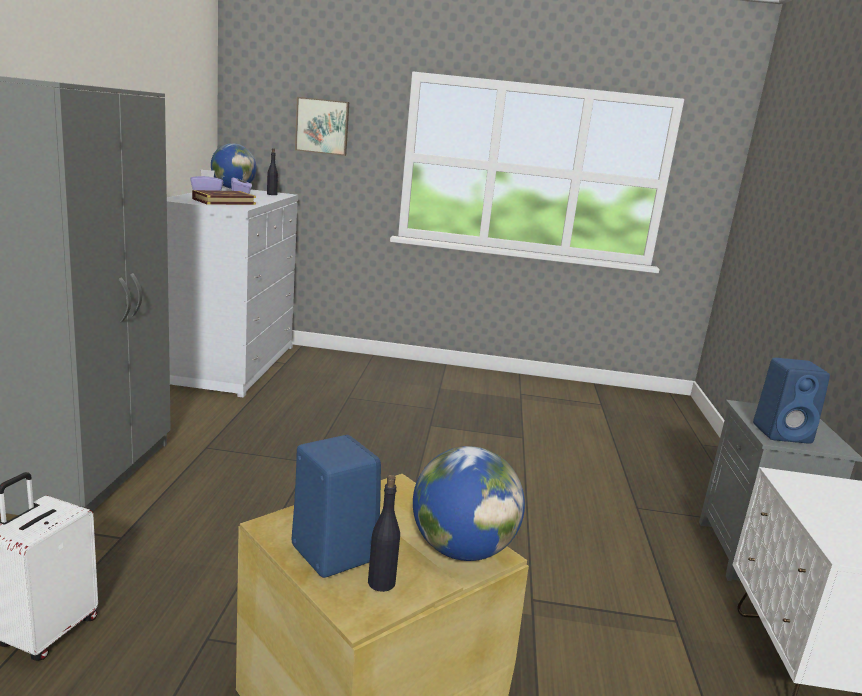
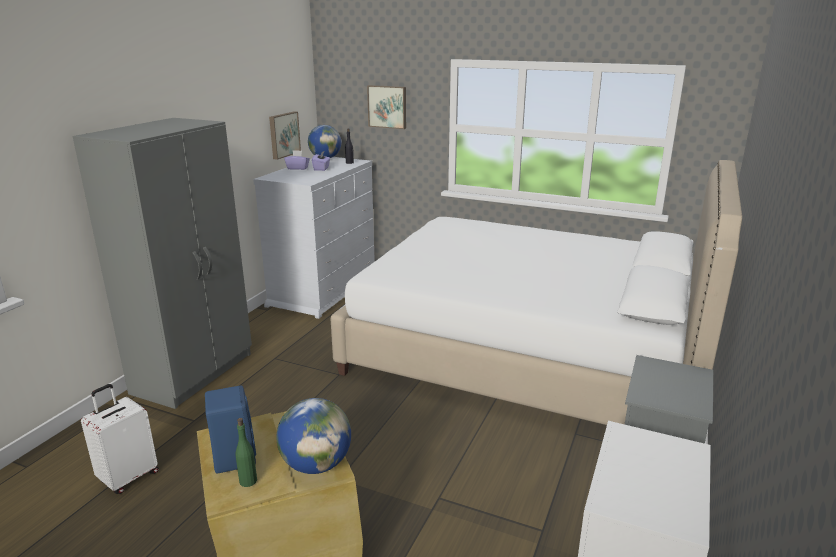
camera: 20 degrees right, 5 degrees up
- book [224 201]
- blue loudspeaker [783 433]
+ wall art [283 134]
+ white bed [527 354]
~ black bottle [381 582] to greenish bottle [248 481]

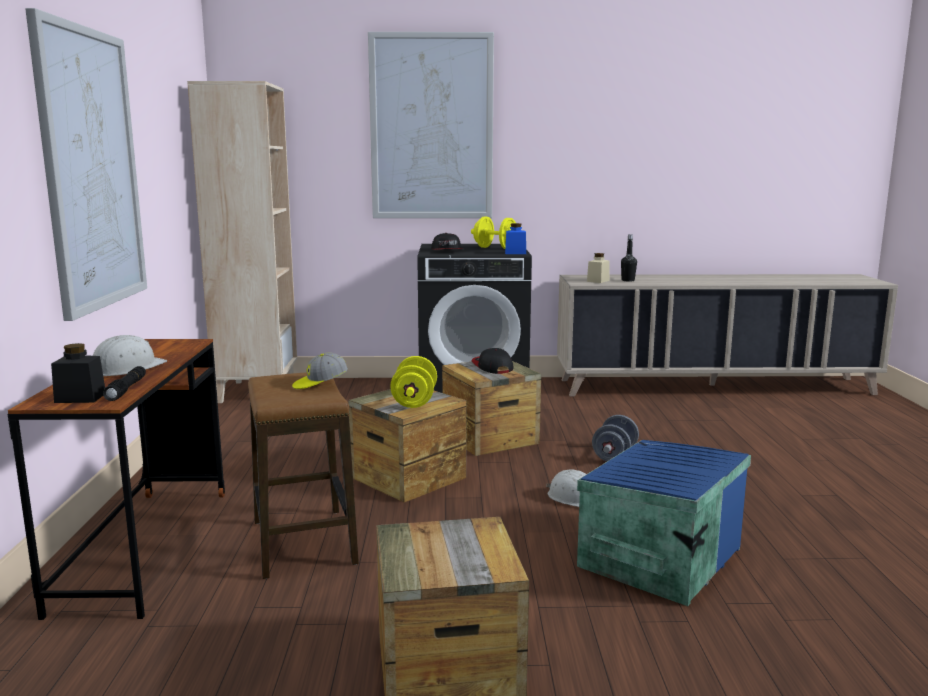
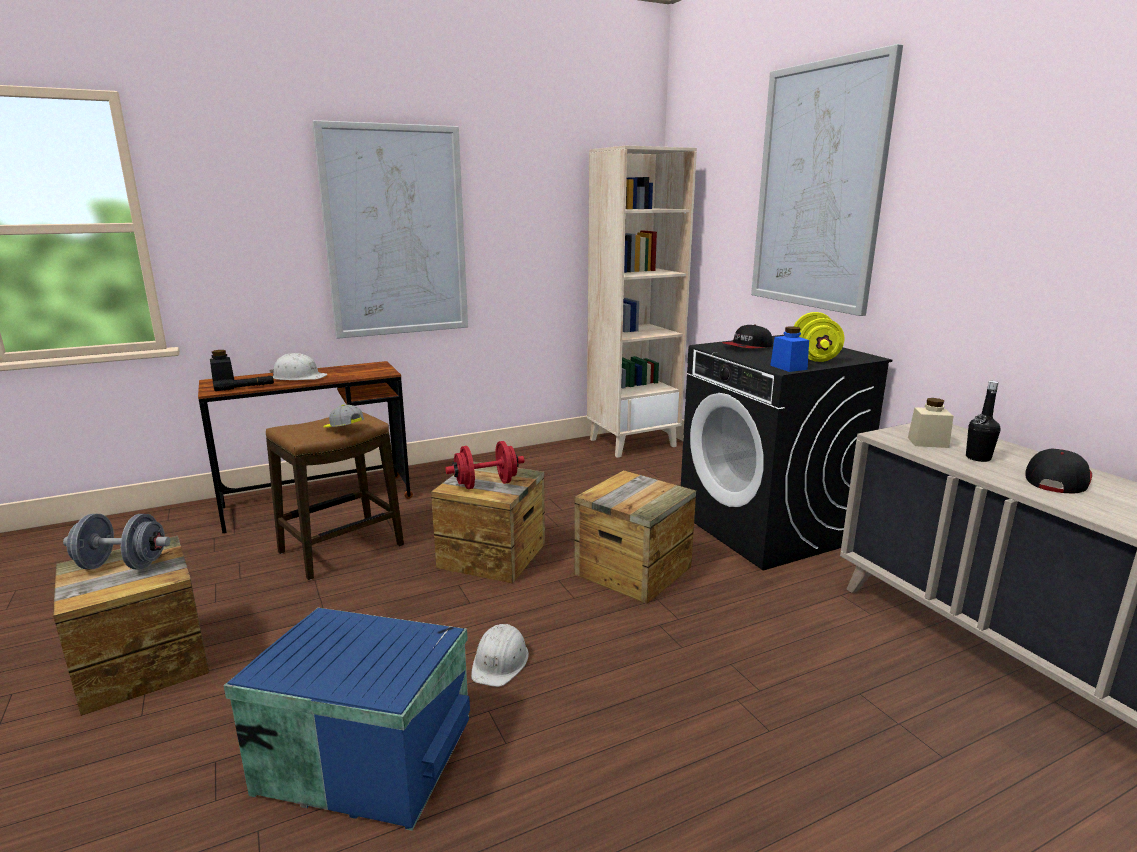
camera: 65 degrees right, 5 degrees up
~ peaked cap [492 367] to [1056 478]
~ grey dumbbell [614 456] to [122 565]
~ yellow dumbbell [414 401] to reddish dumbbell [486 484]

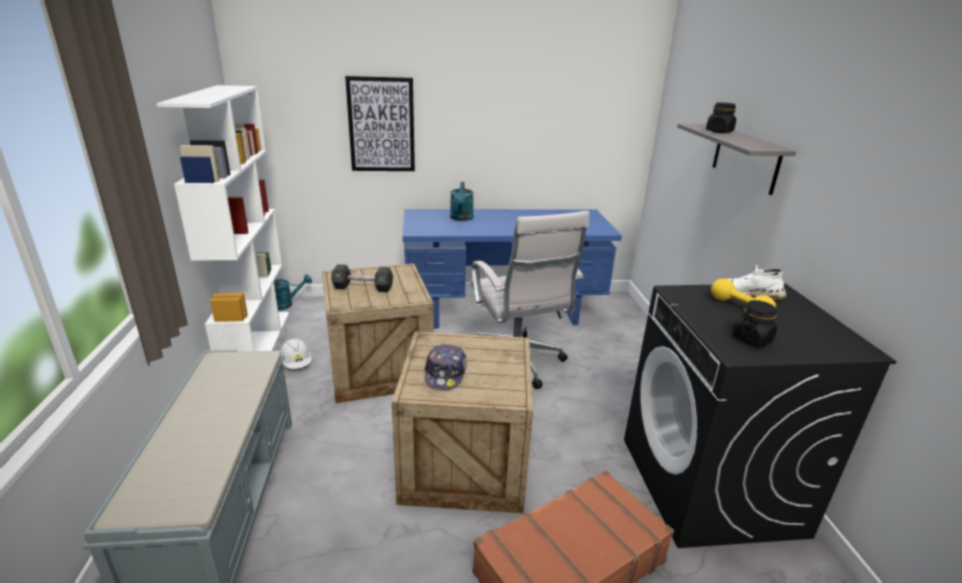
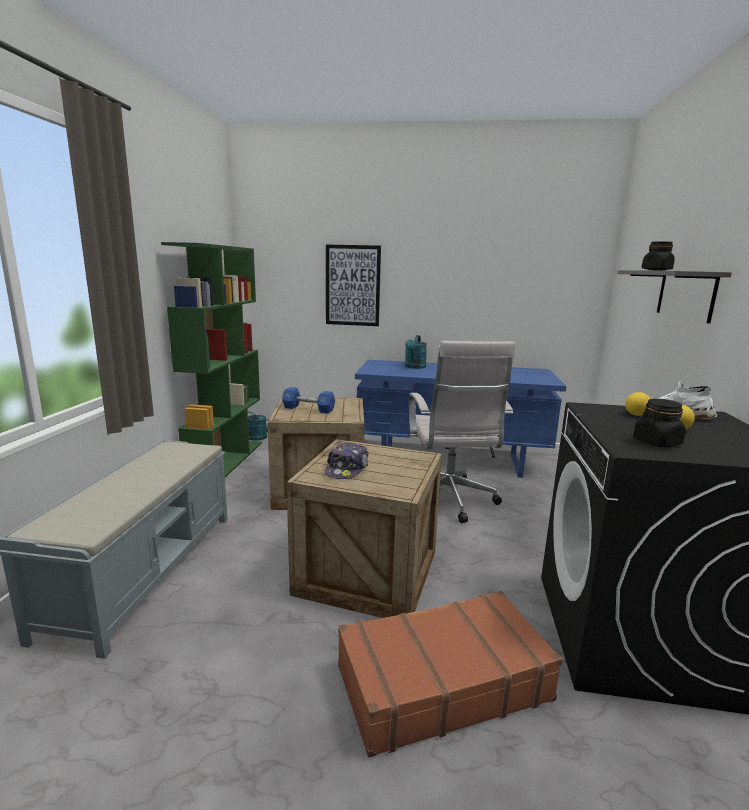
camera: 15 degrees right, 10 degrees down
- white hard hat [296 364]
~ white shelving unit [256 344] to greenish shelving unit [226 461]
~ black dumbbell [363 287] to blue dumbbell [308 409]

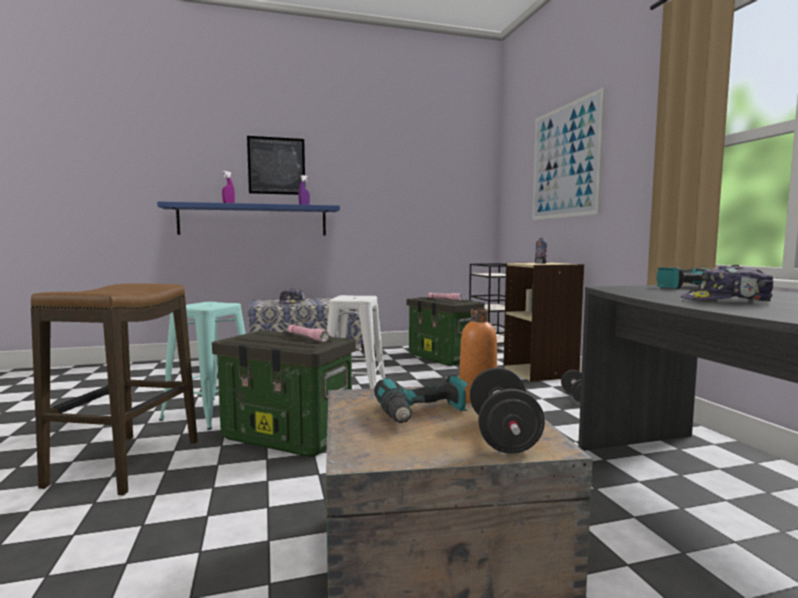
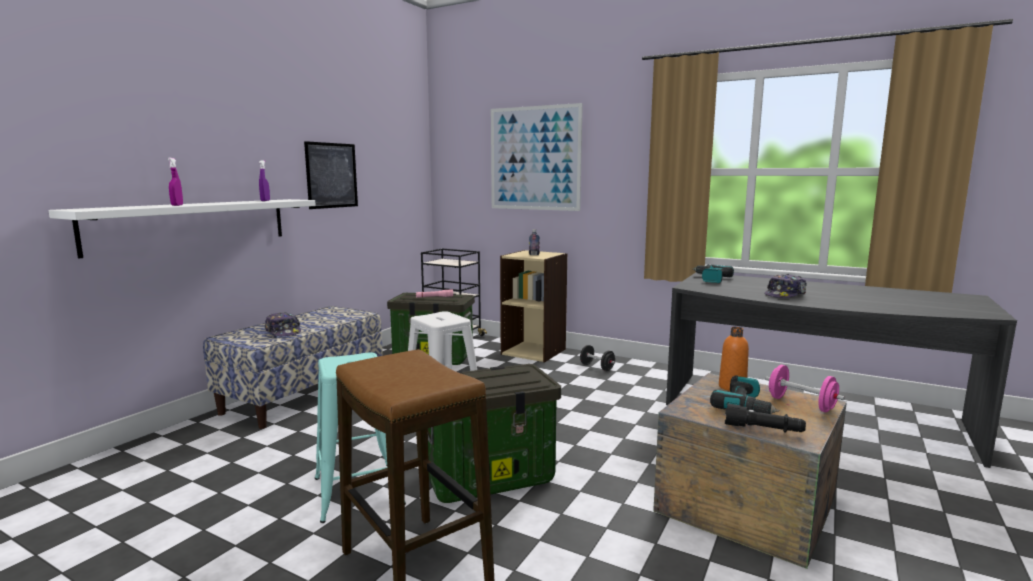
camera: 45 degrees left, 5 degrees up
- pinkish flashlight [307 337]
+ black flashlight [763 429]
~ wall art [276 166] to [331 175]
~ blue bracket shelf [254 220] to white bracket shelf [192 224]
~ black dumbbell [503 435] to pinkish dumbbell [801 404]

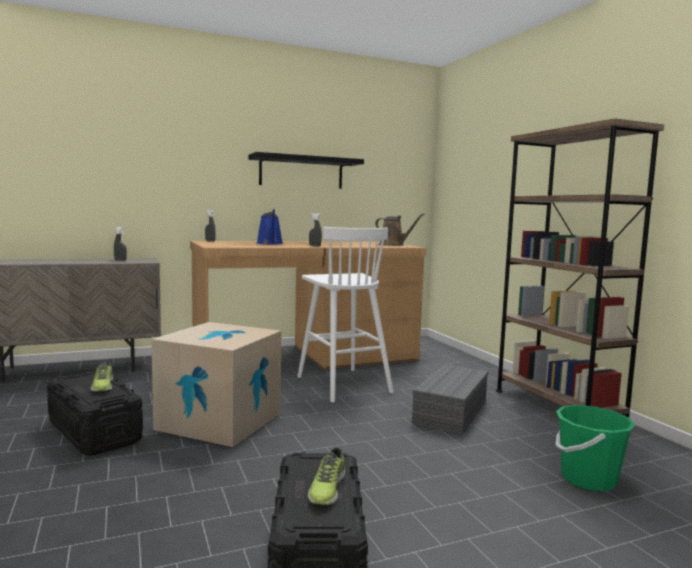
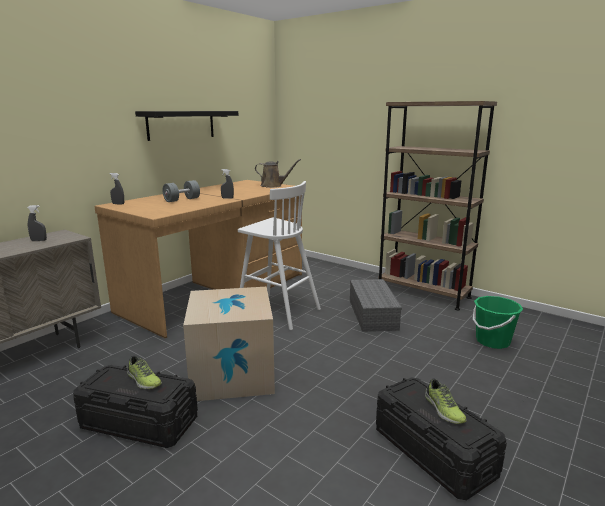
camera: 30 degrees left, 10 degrees up
~ blue watering can [270 243] to grey dumbbell [182 200]

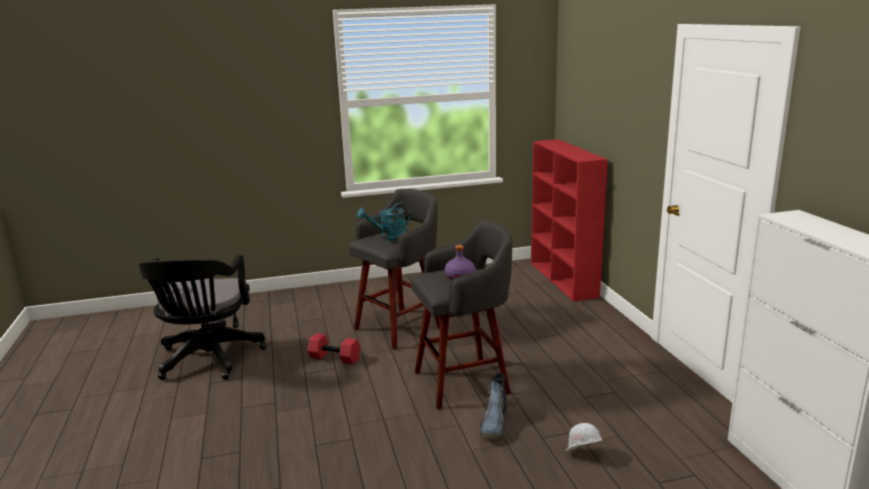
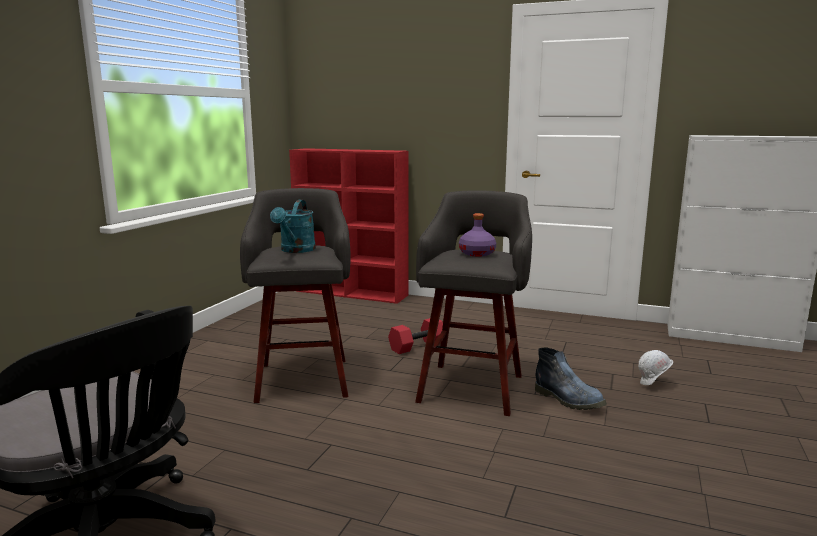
camera: 55 degrees left, 5 degrees down
~ reddish dumbbell [335 357] to [417 346]

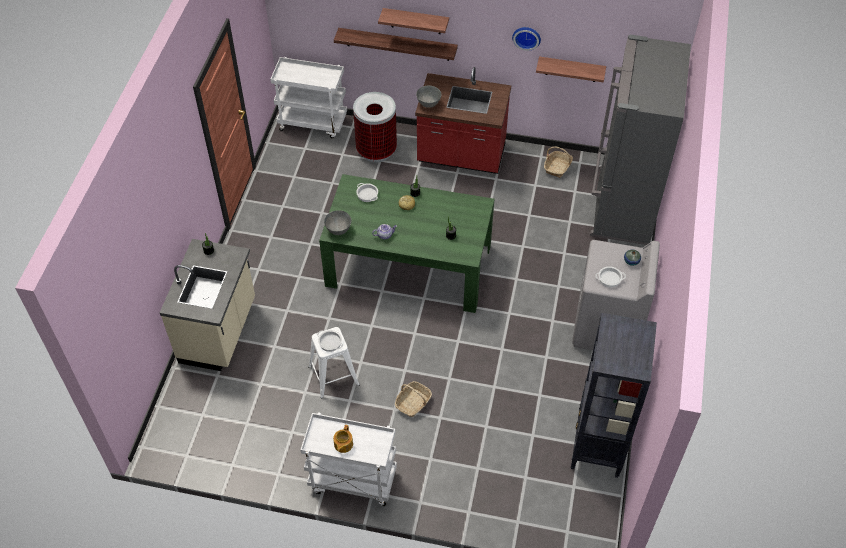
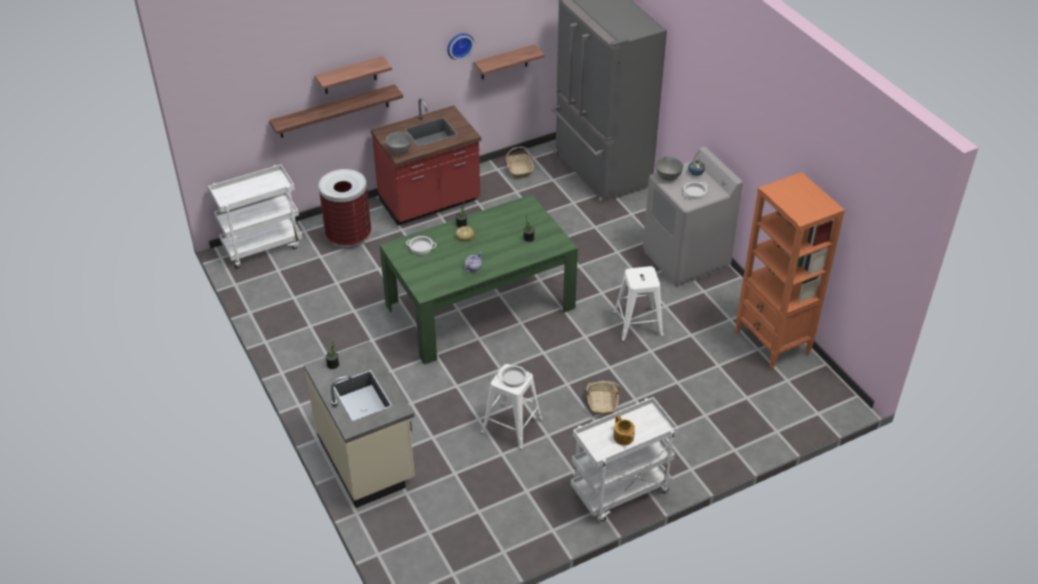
camera: 40 degrees left, 10 degrees down
+ white stool seat [638 324]
~ grey deep dish [338 230] to [668 177]
~ black shelving unit [597 447] to orangey shelving unit [772 343]

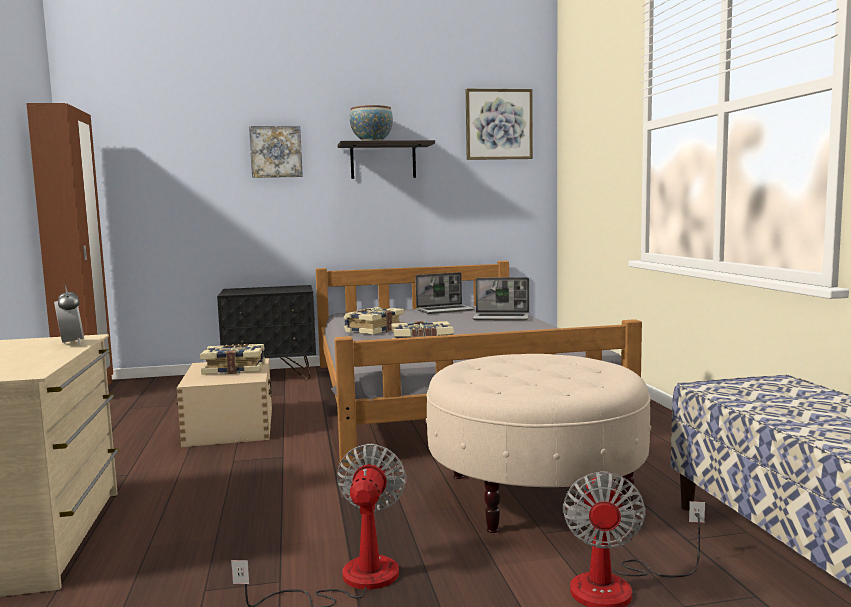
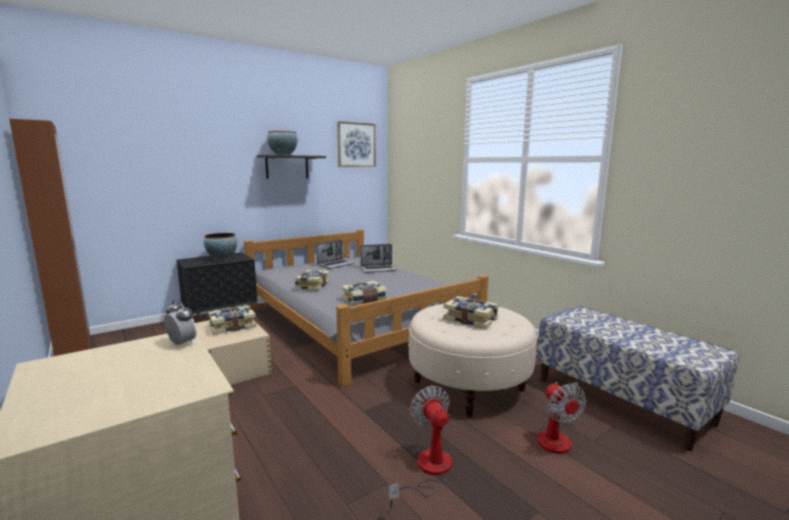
camera: 25 degrees left, 5 degrees up
- wall art [276 152]
+ deep dish [222 258]
+ book [471 319]

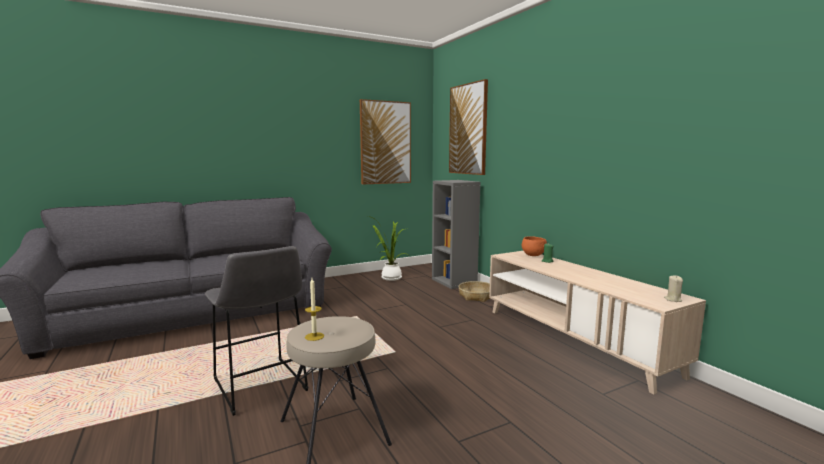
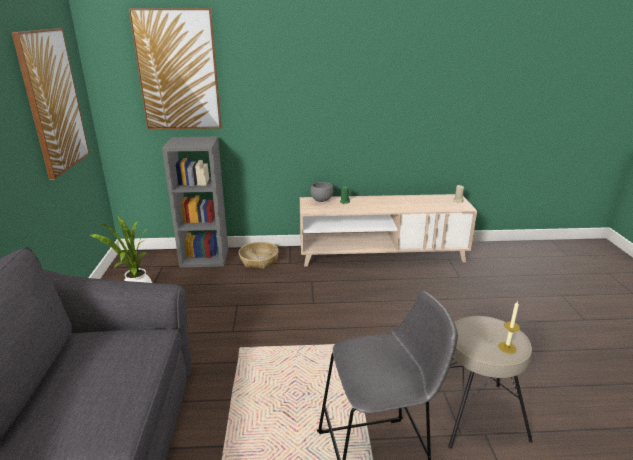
camera: 65 degrees left, 15 degrees up
~ orangey deep dish [533 255] to grey deep dish [321 200]

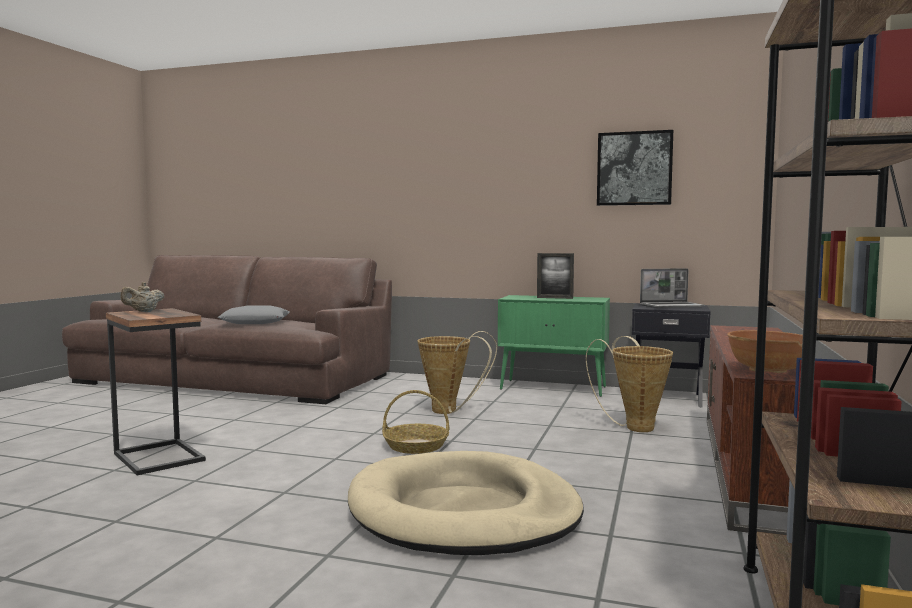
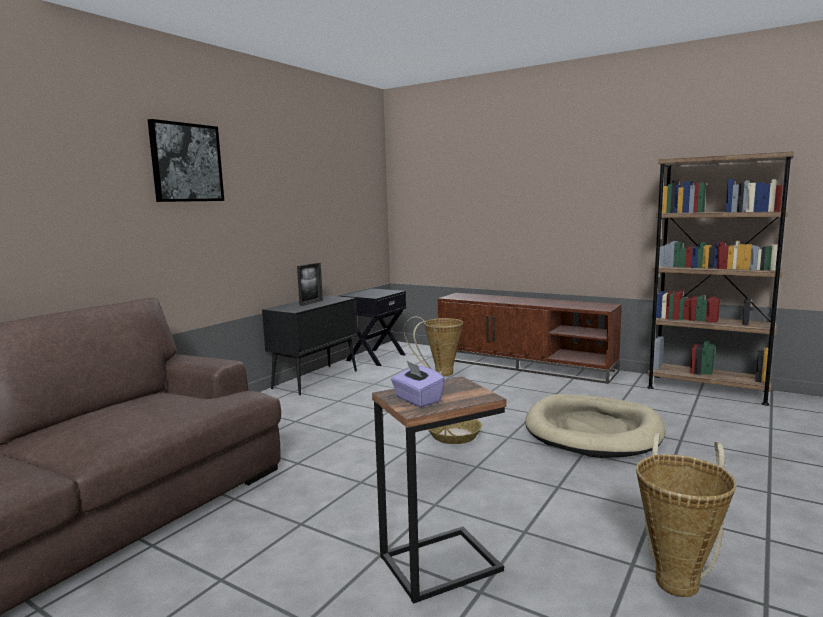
camera: 75 degrees left, 5 degrees up
- grey cushion [255 322]
- notebook computer [672 306]
- brown-coloured deep dish [768 370]
~ household basket [450 411] to [678 578]
~ wall art [634 168] to [186 162]
~ beige-coloured teapot [143 312] to purple-coloured tissue box [417 400]
~ greenish cabinet [554 388] to black cabinet [316 379]

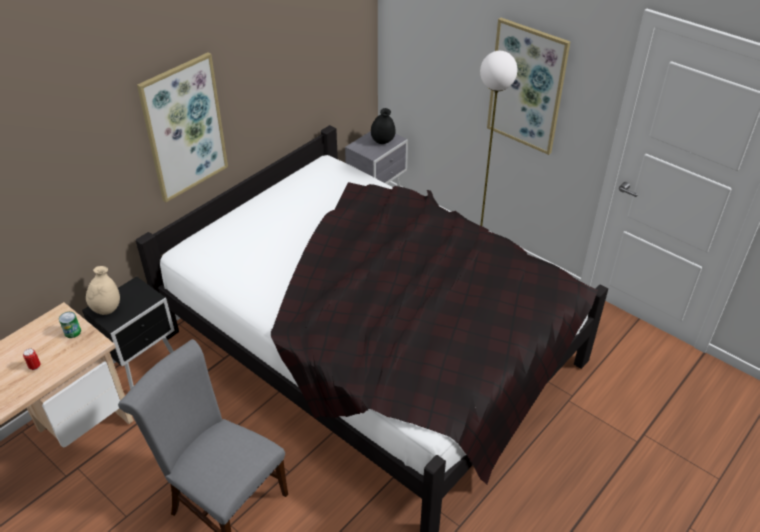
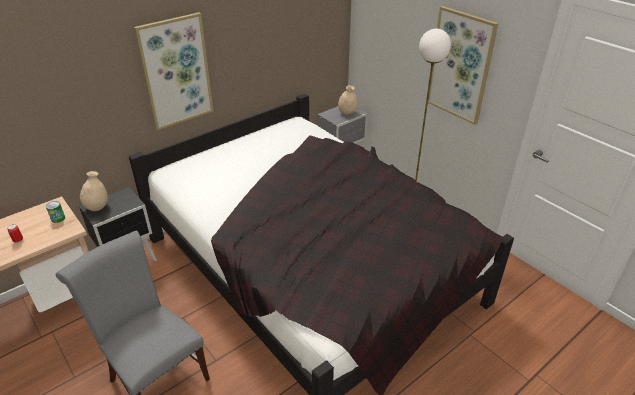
camera: 10 degrees right, 5 degrees down
~ black vase [383 141] to beige-coloured vase [347 113]

